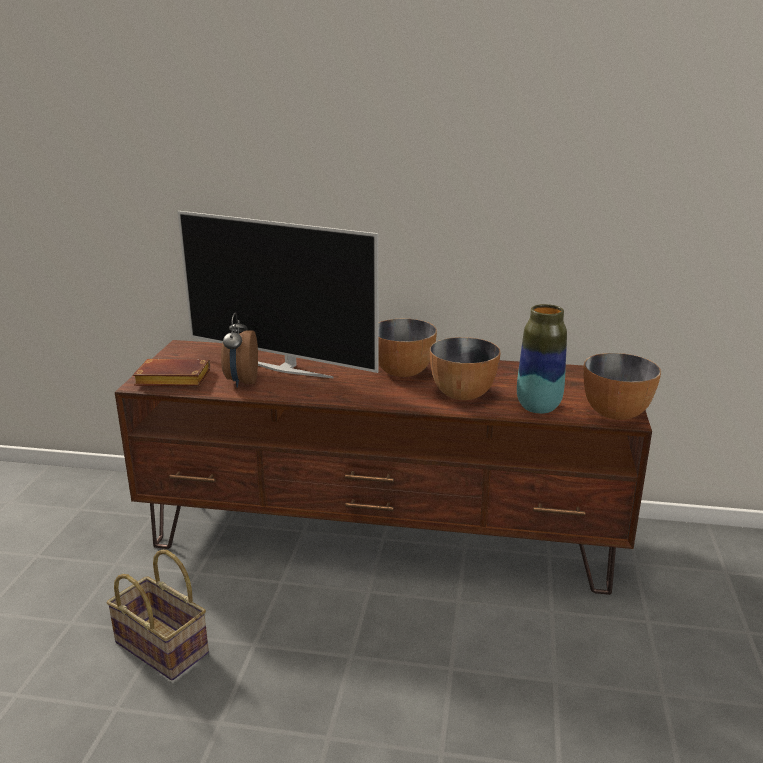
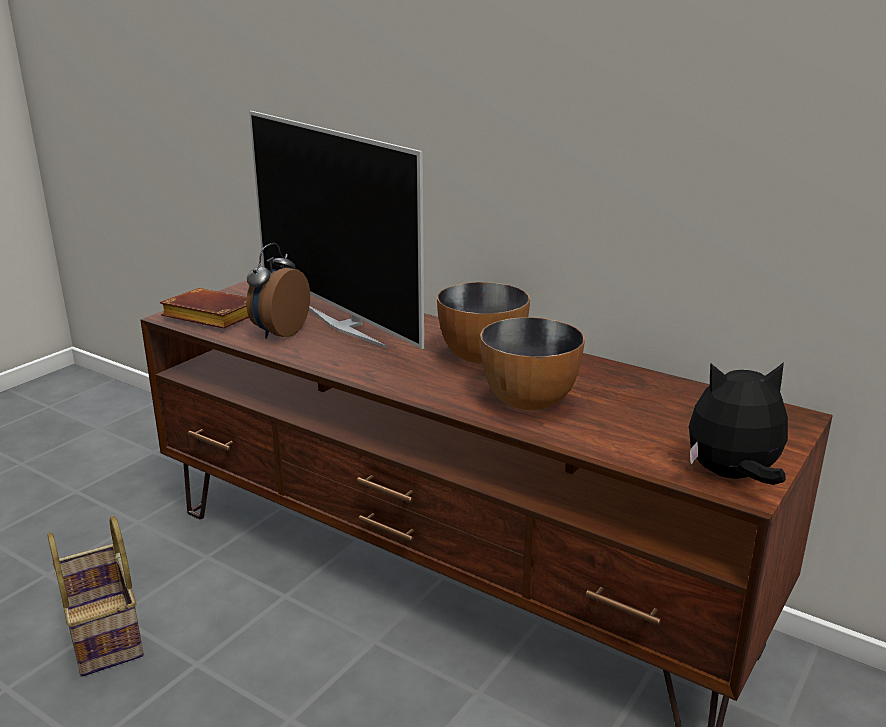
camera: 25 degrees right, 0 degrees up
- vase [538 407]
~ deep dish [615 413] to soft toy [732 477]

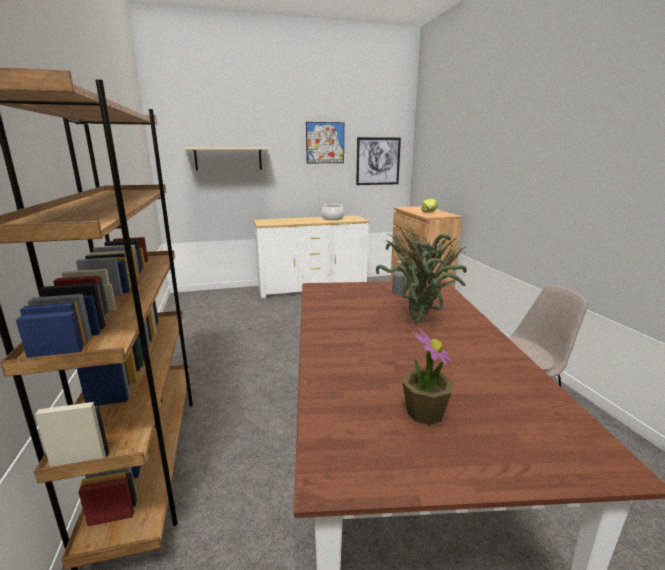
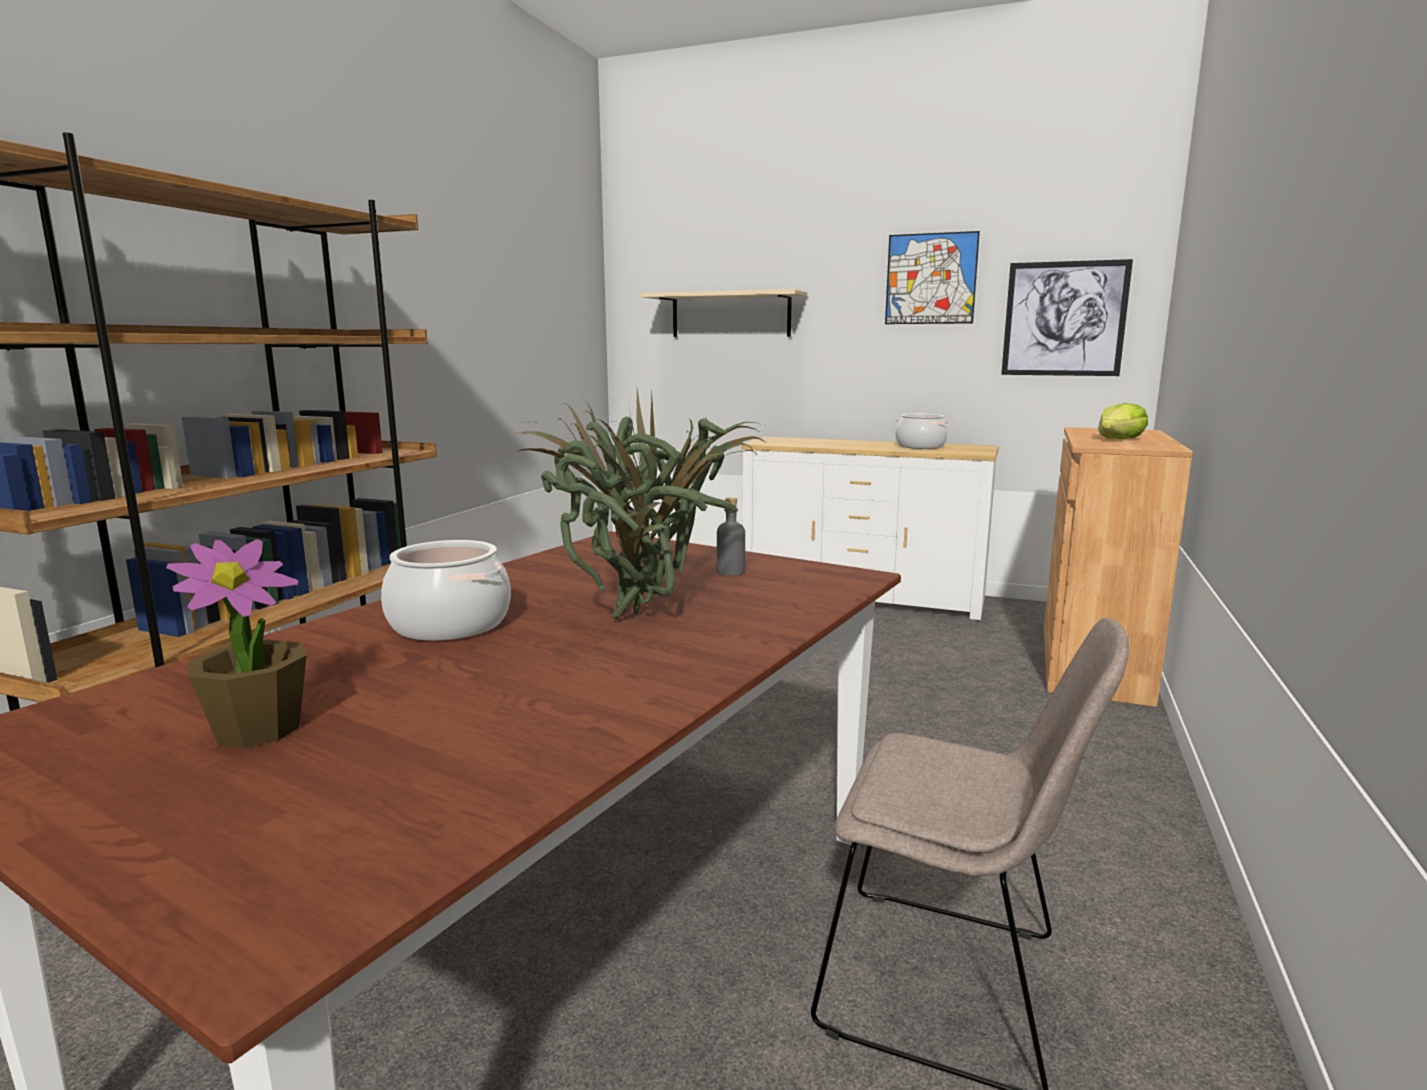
camera: 35 degrees right, 5 degrees down
+ stockpot [450 624]

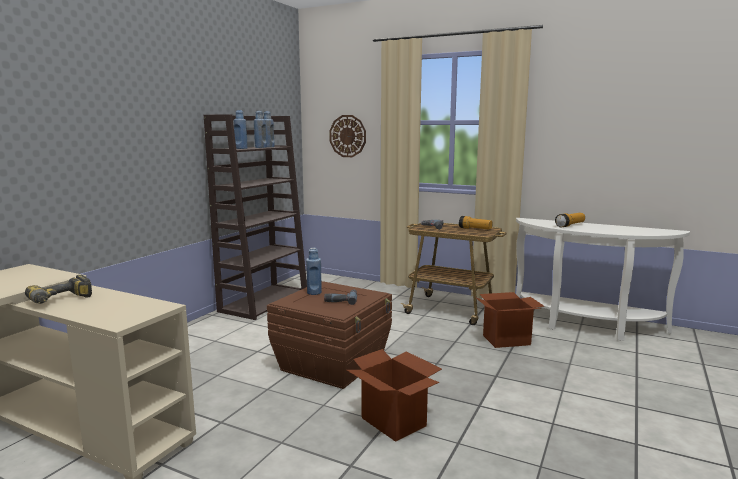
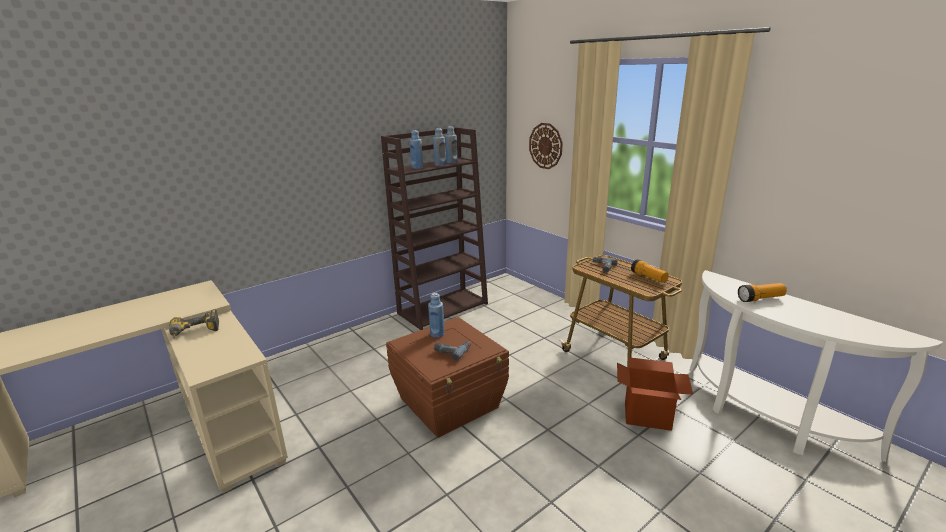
camera: 25 degrees right, 10 degrees up
- packing box [394 422]

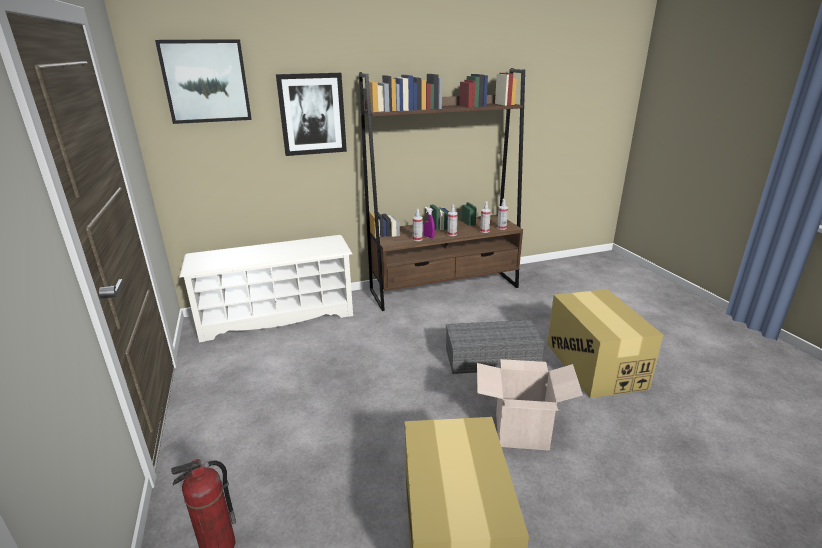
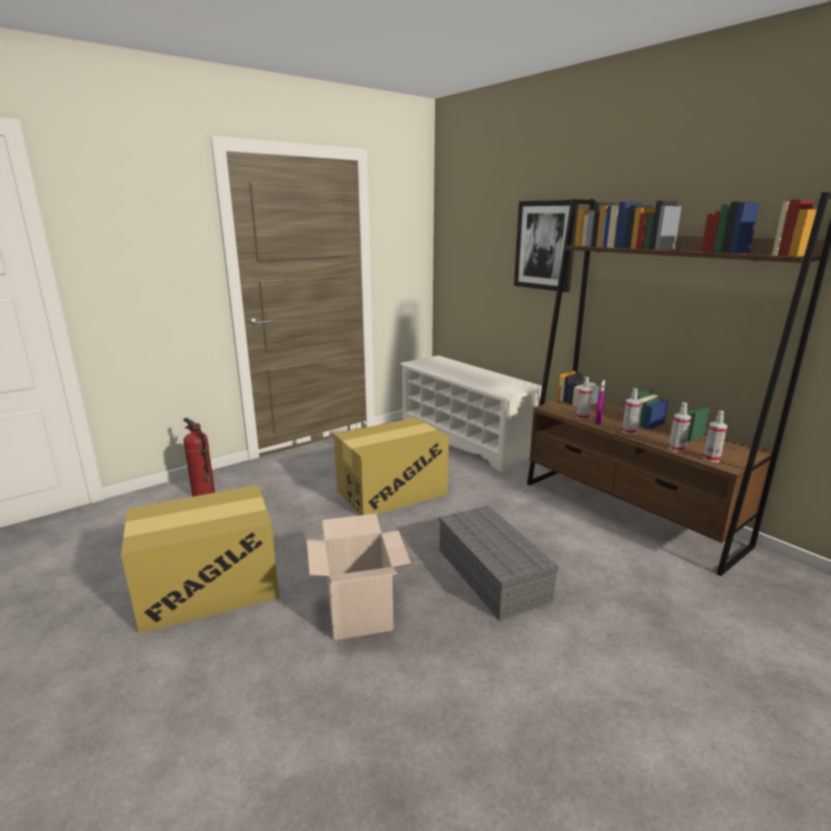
camera: 70 degrees right, 5 degrees down
- wall art [206 81]
~ packing box [594 365] to [391 492]

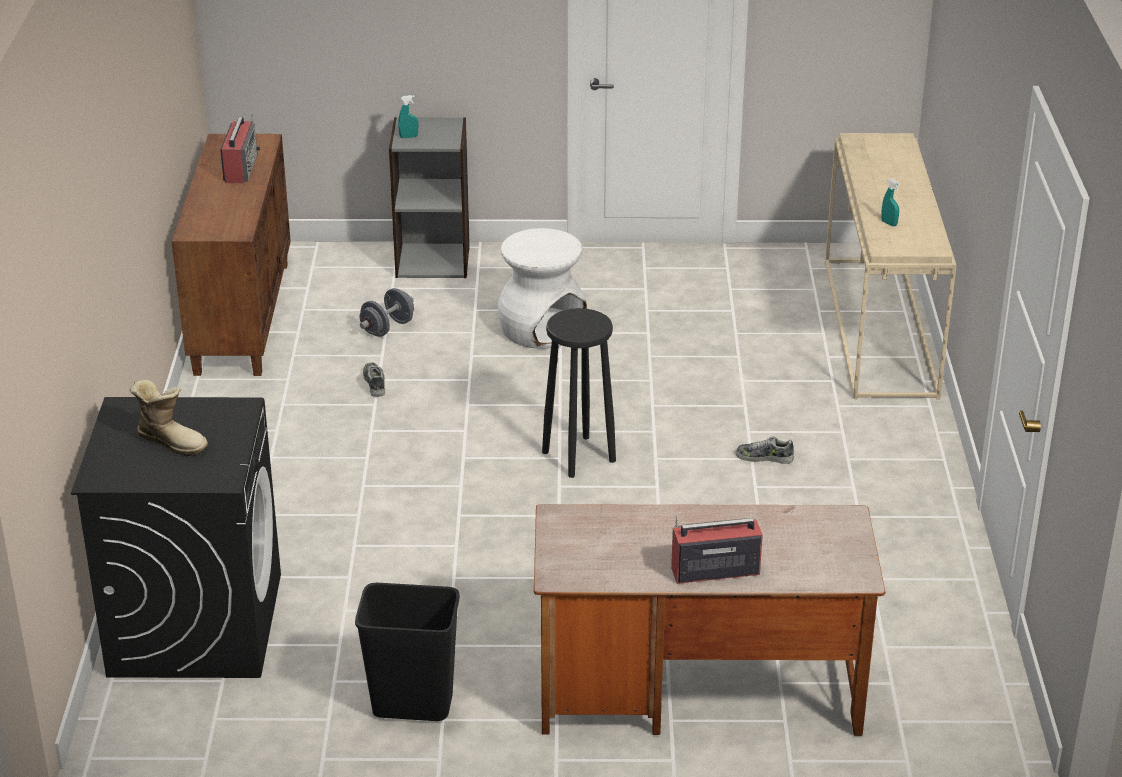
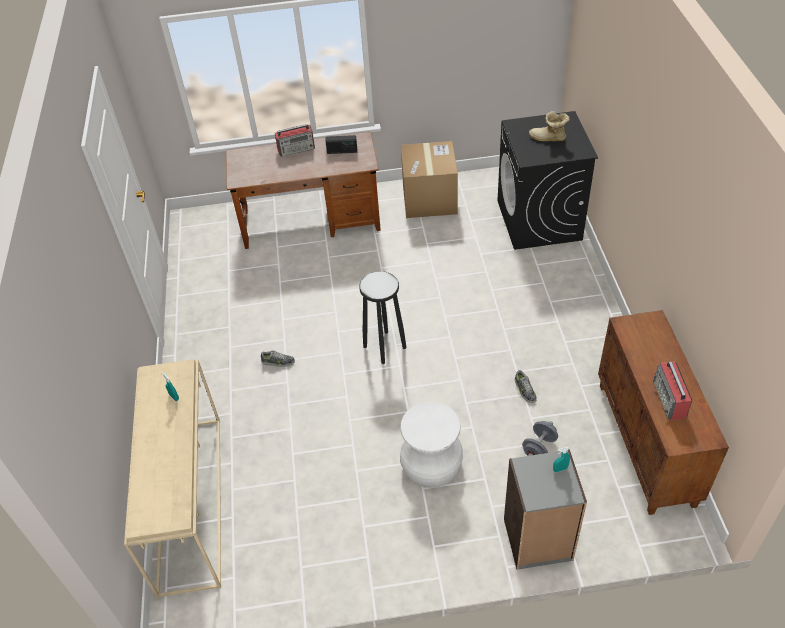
camera: 175 degrees right, 15 degrees up
+ radio receiver [342 151]
~ black trash can [411 706] to packing box [429 199]

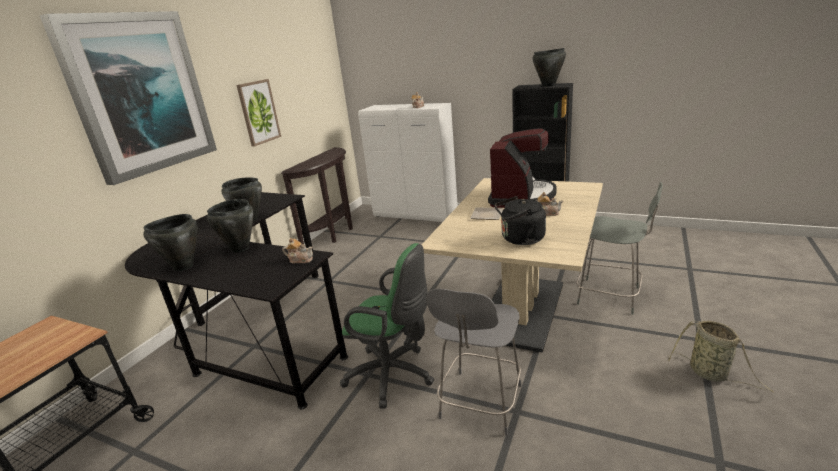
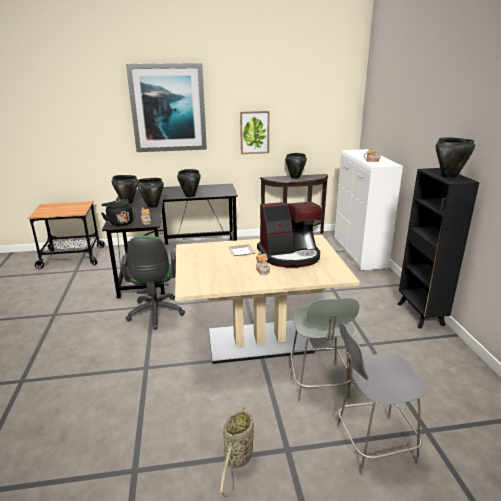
camera: 55 degrees right, 0 degrees up
+ black stockpot [295 177]
~ grey chair [480 404] to [372 444]
~ black kettle [520 239] to [119 223]

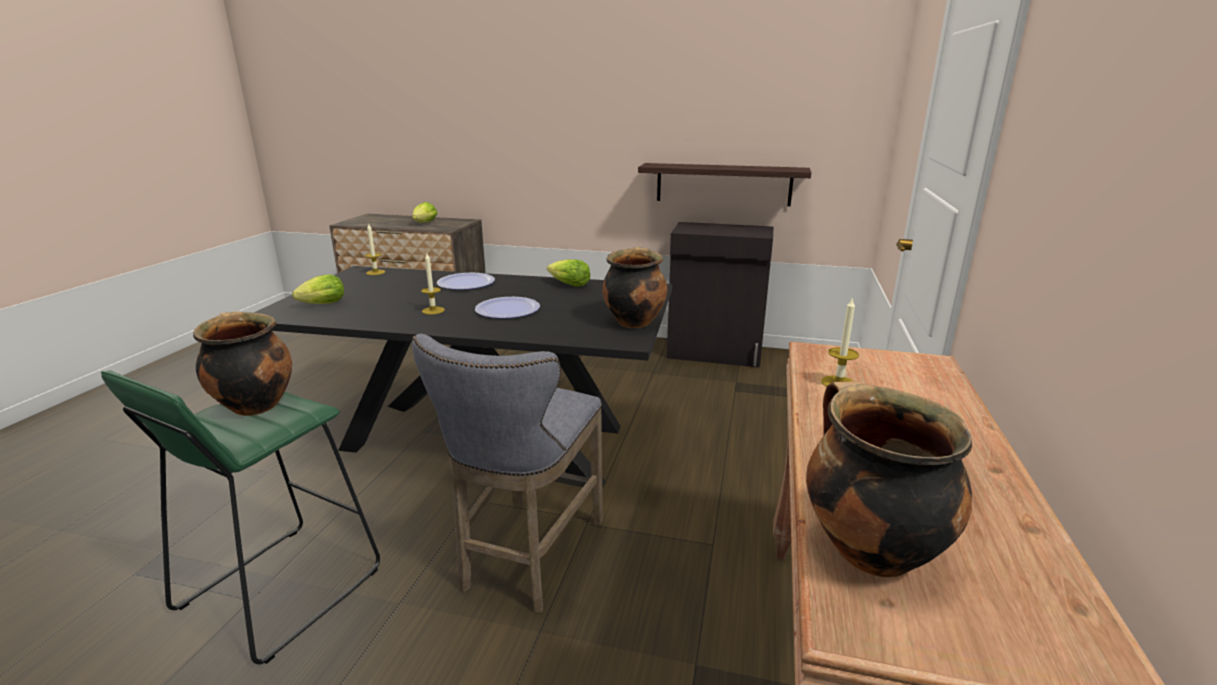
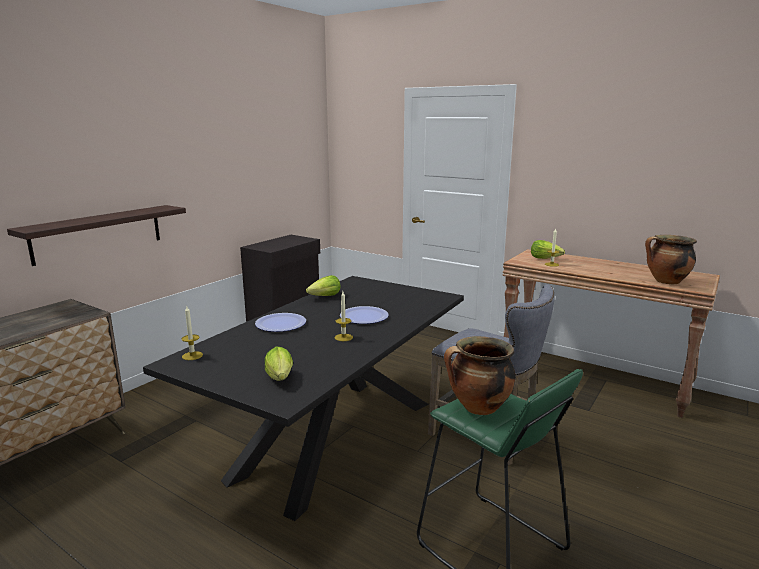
camera: 70 degrees left, 5 degrees down
- stockpot [634 321]
~ lettuce head [425 223] to [545 258]
~ bracket shelf [723 184] to [98 233]

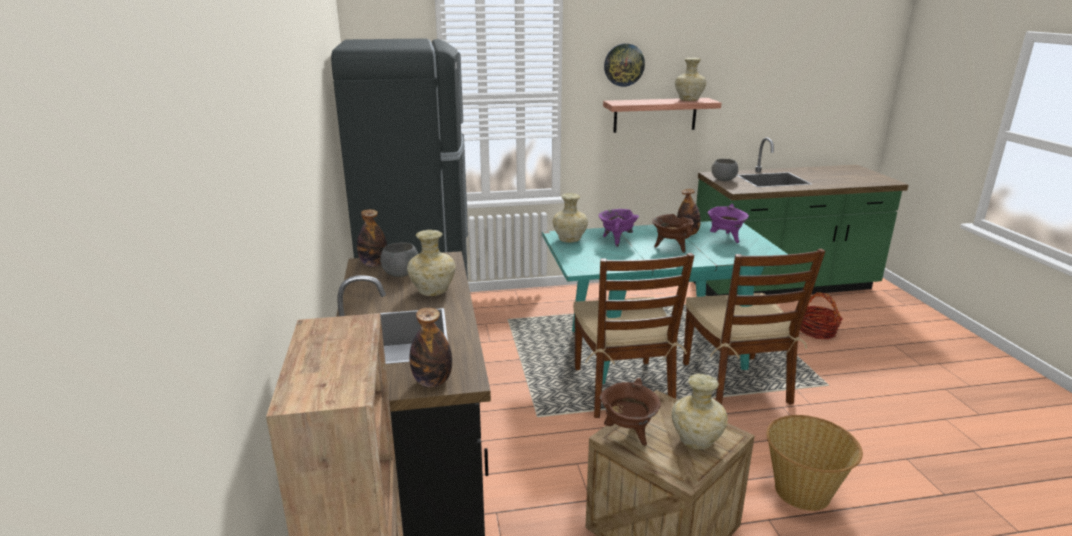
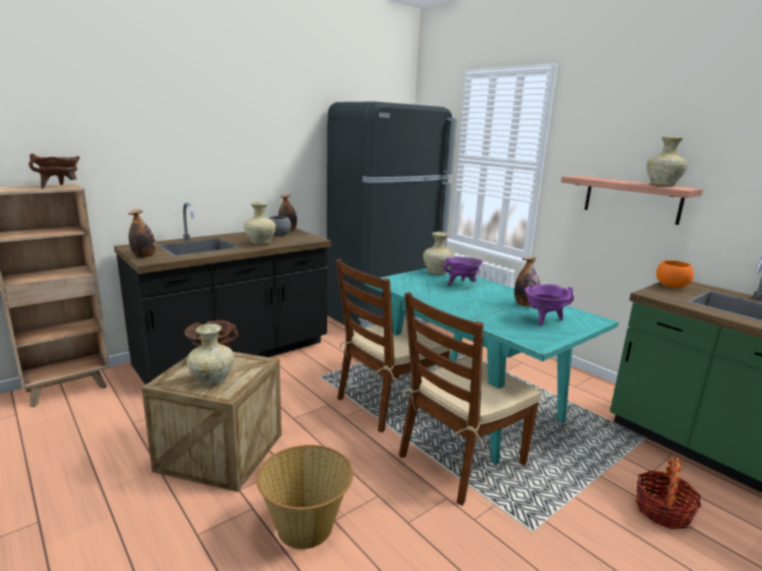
camera: 60 degrees right, 5 degrees down
- clock on the wall [624 65]
~ brown-coloured stockpot [671 247] to [60 187]
~ grey deep dish [723 180] to orangey deep dish [671 286]

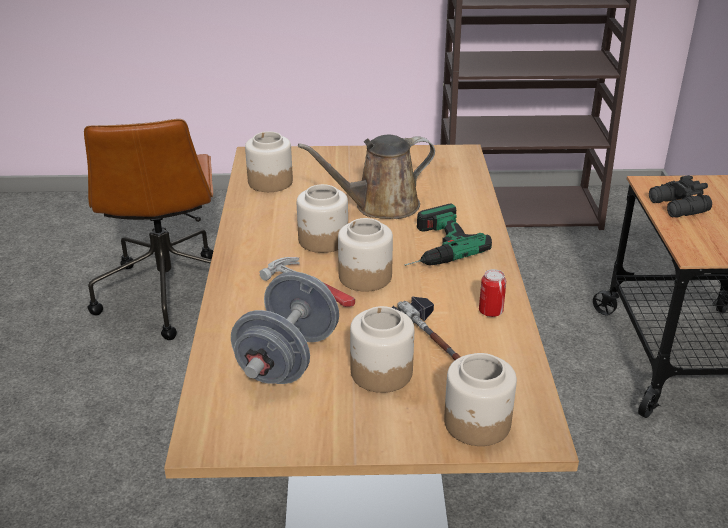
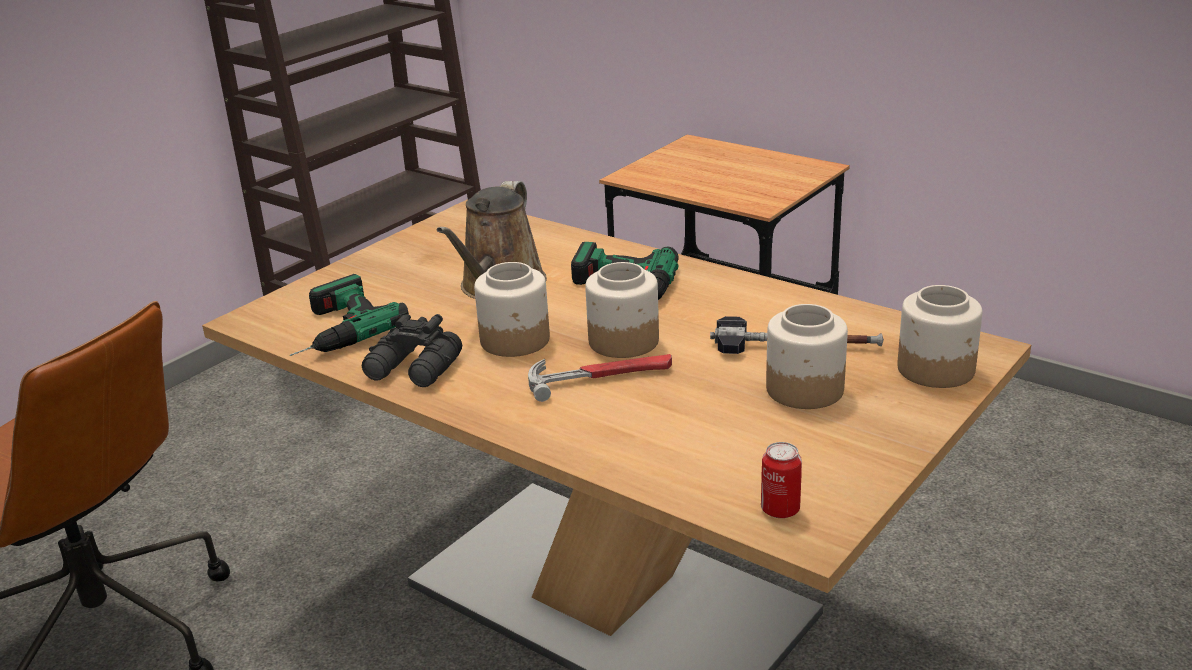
camera: 50 degrees left, 5 degrees down
- grey dumbbell [288 358]
~ can [490 311] to [780 509]
~ black pair of binoculars [677 207] to [415 369]
~ jar [270 182] to electric drill [331 330]

